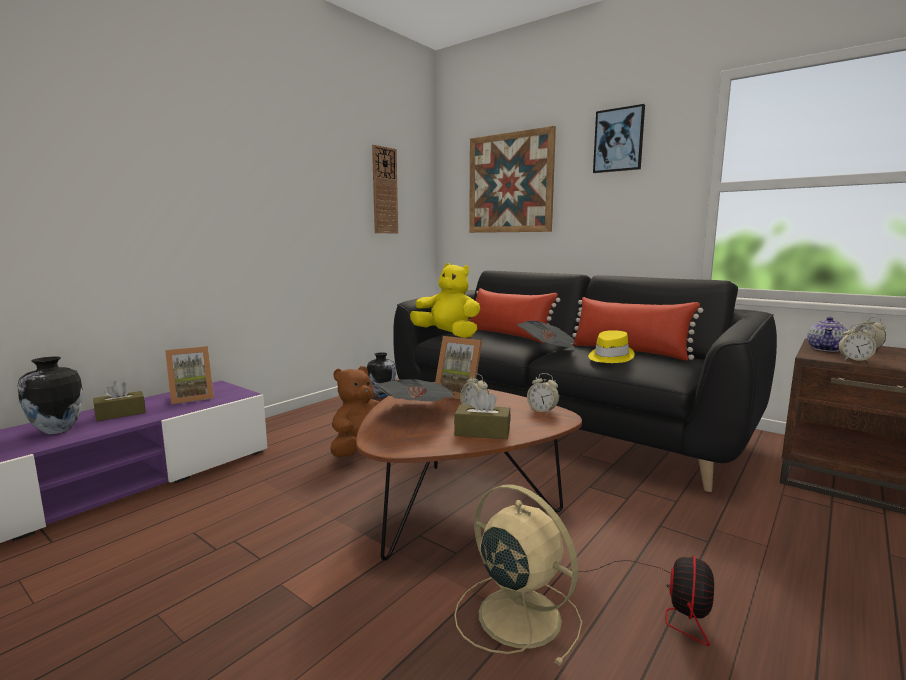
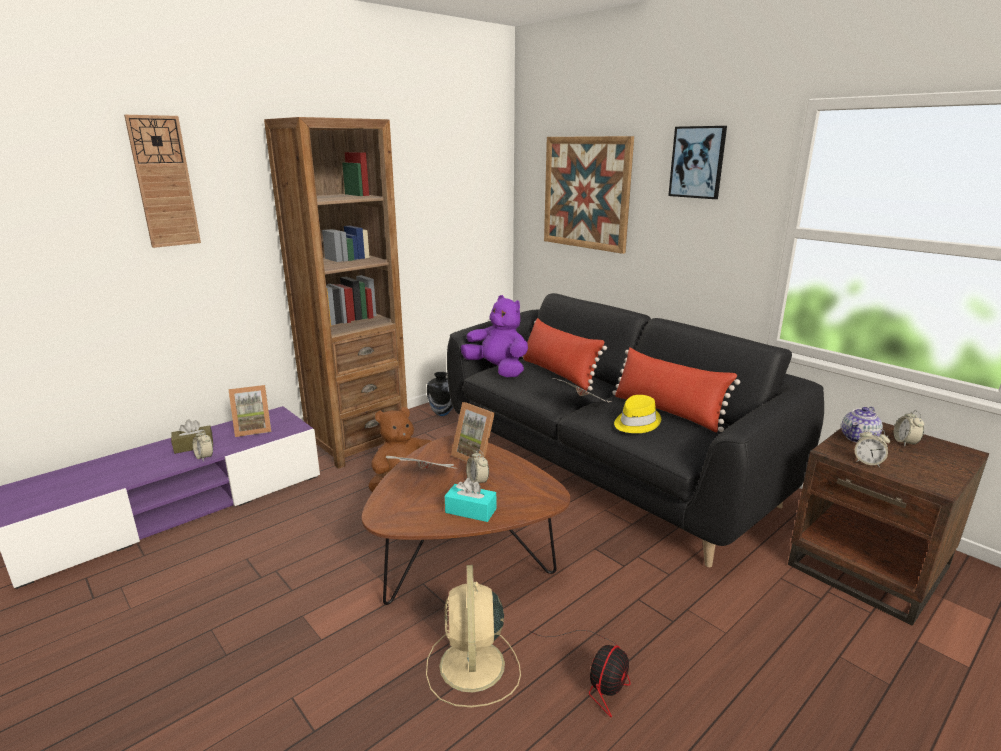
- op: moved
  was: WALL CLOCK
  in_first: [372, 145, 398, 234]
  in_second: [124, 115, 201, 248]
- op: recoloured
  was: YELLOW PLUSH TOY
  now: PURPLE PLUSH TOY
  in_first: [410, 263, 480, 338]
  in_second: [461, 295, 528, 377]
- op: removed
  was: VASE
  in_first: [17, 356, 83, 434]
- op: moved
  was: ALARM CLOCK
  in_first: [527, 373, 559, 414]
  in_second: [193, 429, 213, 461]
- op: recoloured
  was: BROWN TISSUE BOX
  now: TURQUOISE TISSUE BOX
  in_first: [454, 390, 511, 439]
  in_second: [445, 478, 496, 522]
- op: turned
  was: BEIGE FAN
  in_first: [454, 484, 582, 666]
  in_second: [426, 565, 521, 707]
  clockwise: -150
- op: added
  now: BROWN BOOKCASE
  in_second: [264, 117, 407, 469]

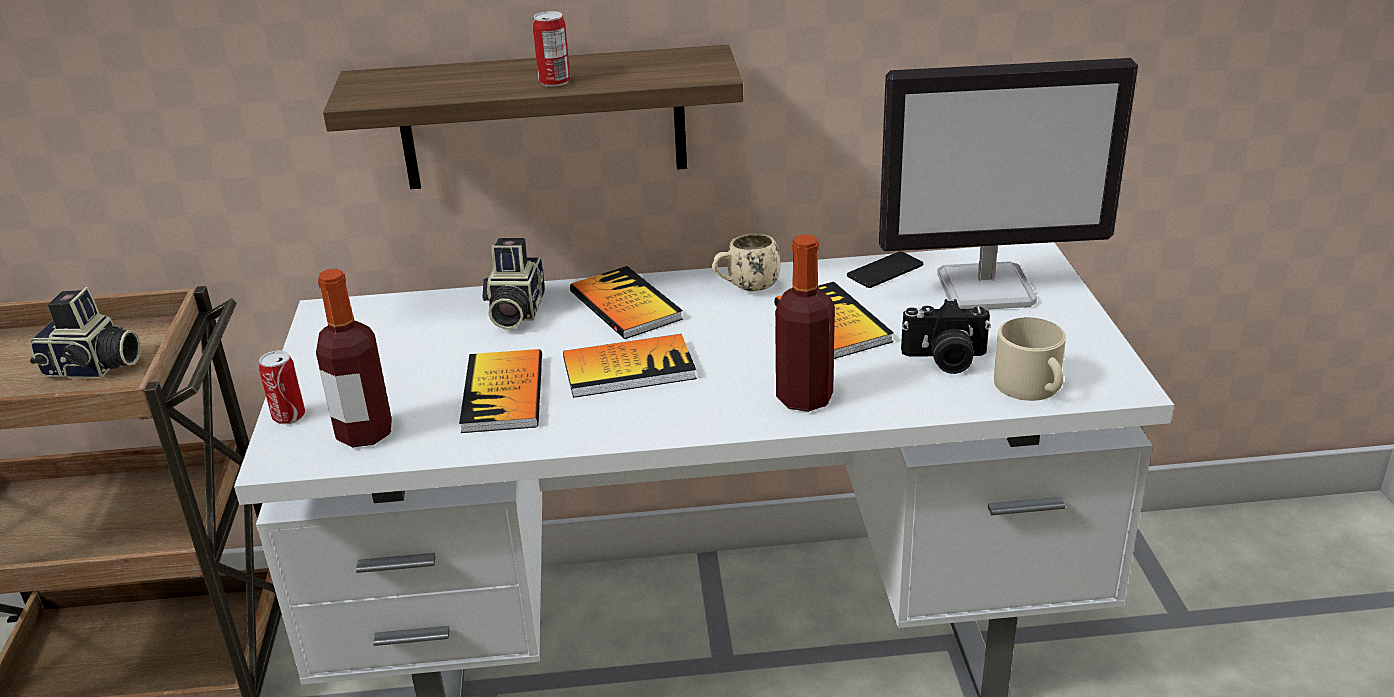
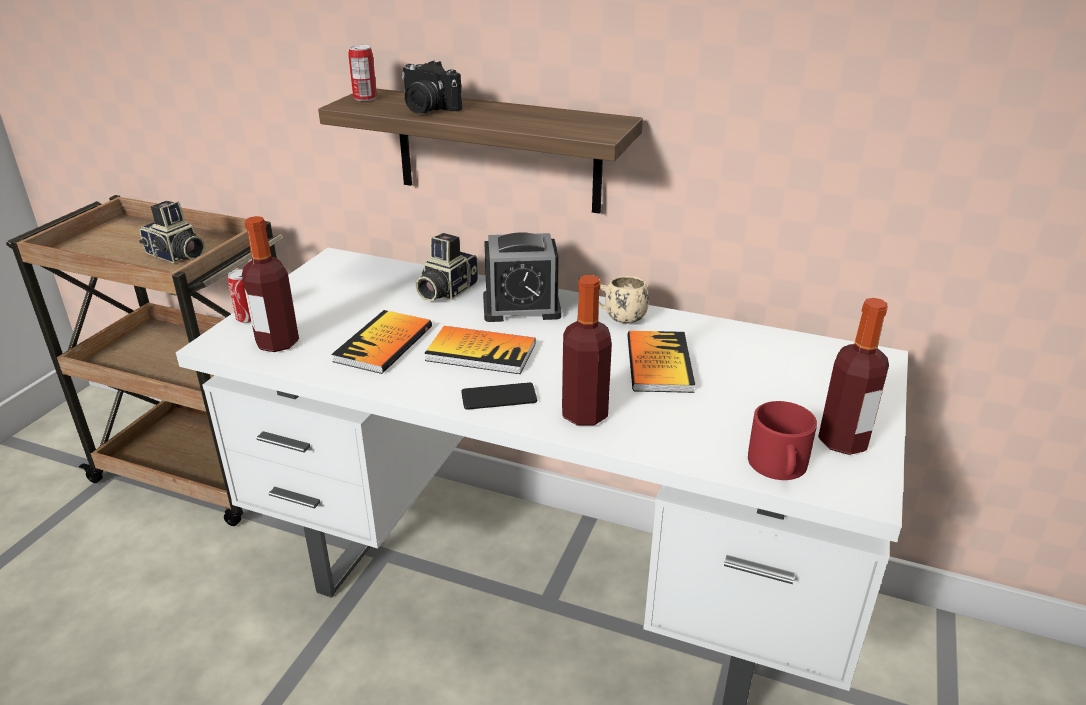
- op: moved
  was: CAN
  in_first: [533, 11, 570, 87]
  in_second: [348, 45, 377, 101]
- op: removed
  was: MONITOR
  in_first: [879, 58, 1138, 309]
- op: moved
  was: PHONE
  in_first: [847, 251, 923, 288]
  in_second: [461, 382, 537, 410]
- op: replaced
  was: BOOK
  now: ALARM CLOCK
  in_first: [570, 266, 683, 339]
  in_second: [483, 232, 562, 322]
- op: moved
  was: PHOTO CAMERA
  in_first: [901, 299, 991, 374]
  in_second: [402, 61, 462, 114]
- op: recoloured
  was: BEIGE MUG
  now: RED MUG
  in_first: [994, 317, 1066, 401]
  in_second: [748, 401, 817, 480]
- op: added
  now: BOTTLE
  in_second: [818, 298, 889, 455]

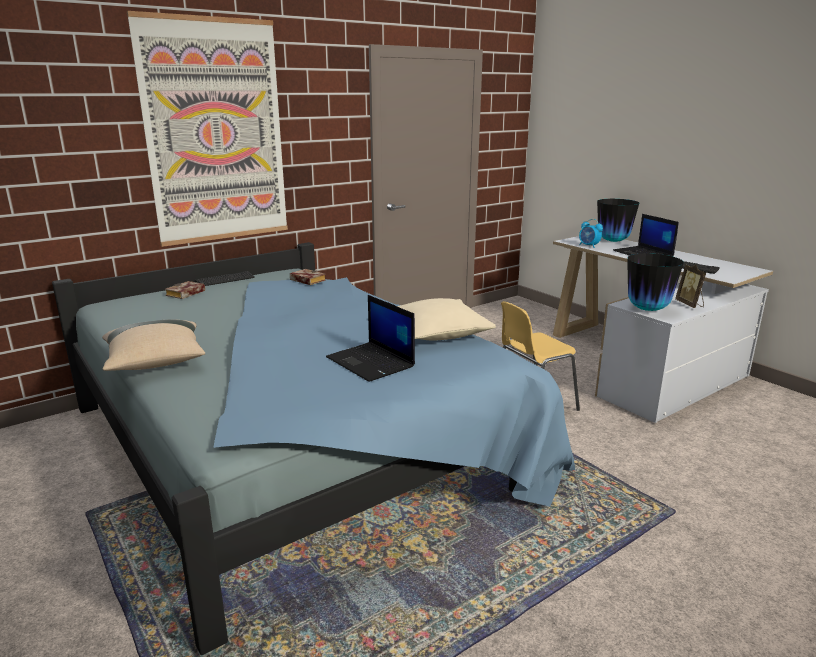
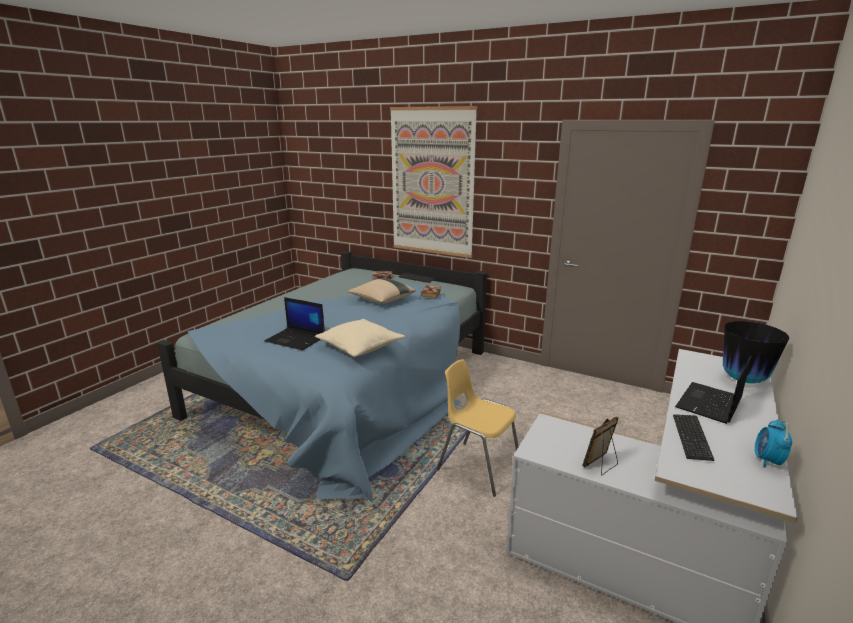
- op: moved
  was: ALARM CLOCK
  in_first: [579, 219, 603, 248]
  in_second: [755, 419, 792, 468]
- op: removed
  was: VASE
  in_first: [627, 253, 684, 311]
- op: turned
  was: LAPTOP
  in_first: [326, 295, 415, 382]
  in_second: [264, 297, 325, 350]
  clockwise: -90
- op: moved
  was: BEIGE PILLOW
  in_first: [102, 319, 205, 371]
  in_second: [348, 278, 416, 304]

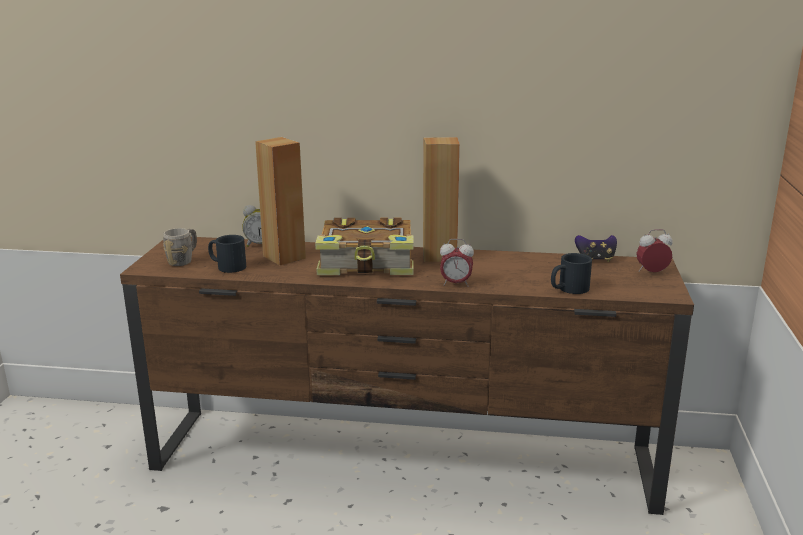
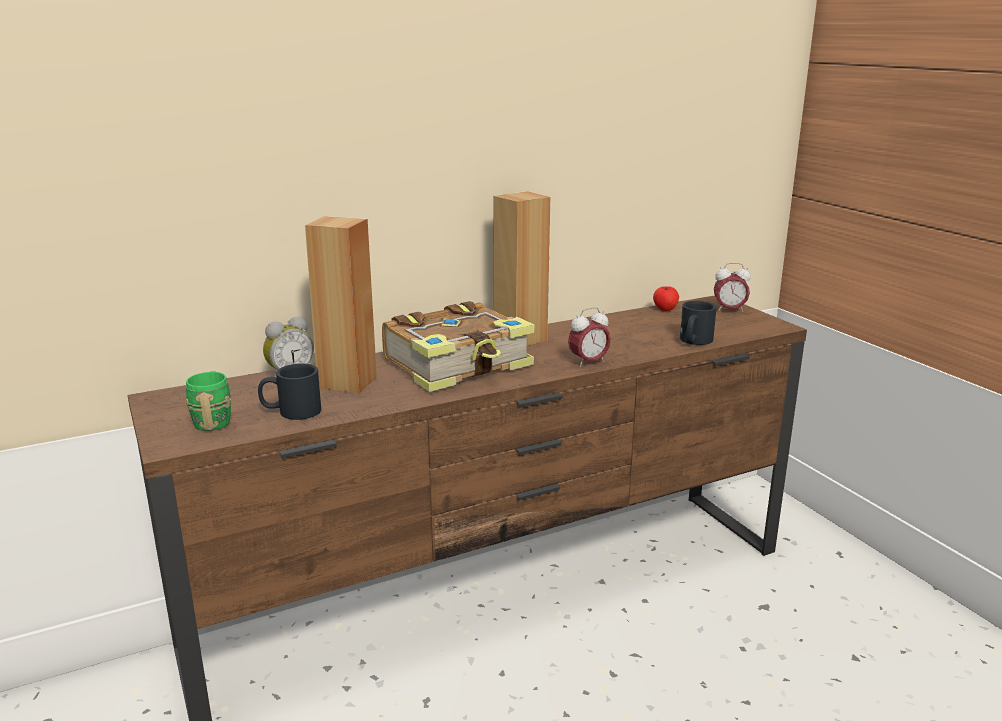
- op: recoloured
  was: GREY MUG
  now: GREEN MUG
  in_first: [163, 228, 197, 266]
  in_second: [185, 371, 231, 431]
- op: turned
  was: ALARM CLOCK
  in_first: [636, 229, 673, 272]
  in_second: [714, 263, 751, 312]
  clockwise: -135
- op: replaced
  was: GAME CONTROLLER
  now: APPLE
  in_first: [575, 235, 617, 262]
  in_second: [653, 286, 679, 311]

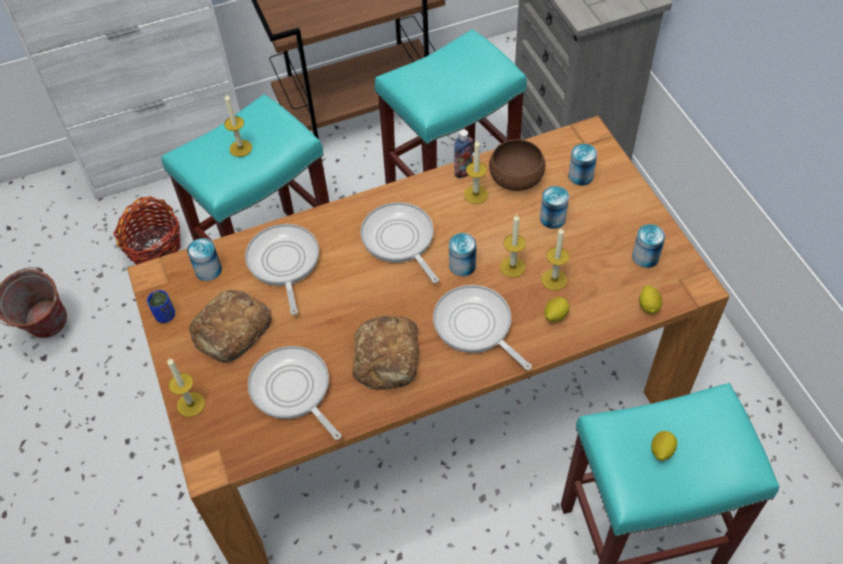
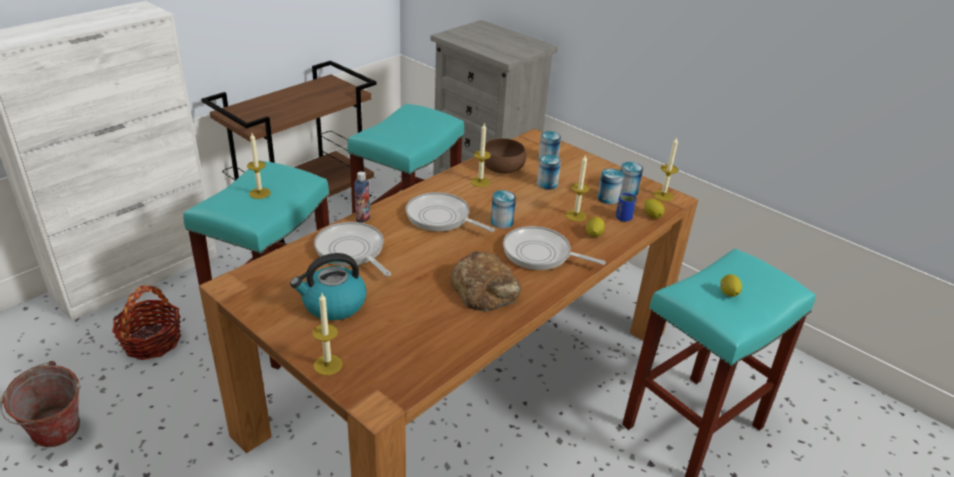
- op: moved
  was: BOTTLE
  in_first: [454, 130, 473, 178]
  in_second: [354, 171, 370, 223]
- op: moved
  was: CANDLE
  in_first: [500, 215, 526, 278]
  in_second: [653, 138, 678, 201]
- op: moved
  was: CAN
  in_first: [187, 238, 222, 281]
  in_second: [597, 168, 624, 204]
- op: moved
  was: BLUE CUP
  in_first: [147, 290, 175, 323]
  in_second: [616, 193, 636, 222]
- op: replaced
  was: BREAD
  now: KETTLE
  in_first: [189, 290, 272, 363]
  in_second: [290, 253, 367, 320]
- op: removed
  was: FRYING PAN
  in_first: [248, 346, 342, 440]

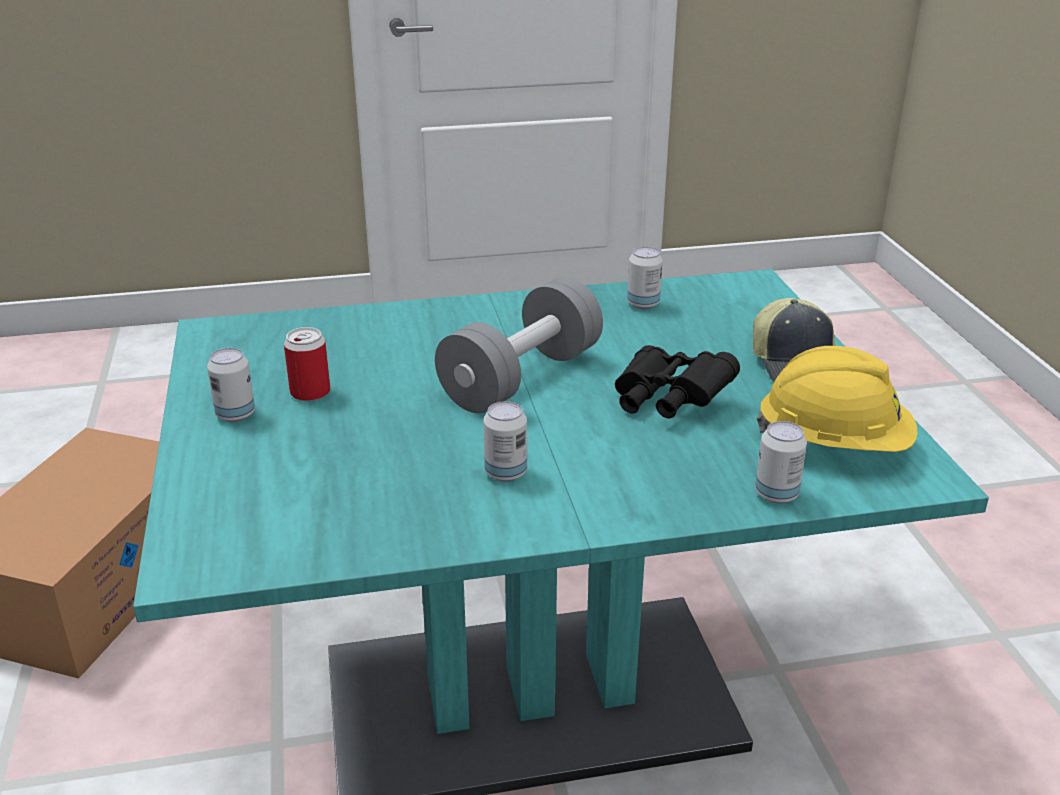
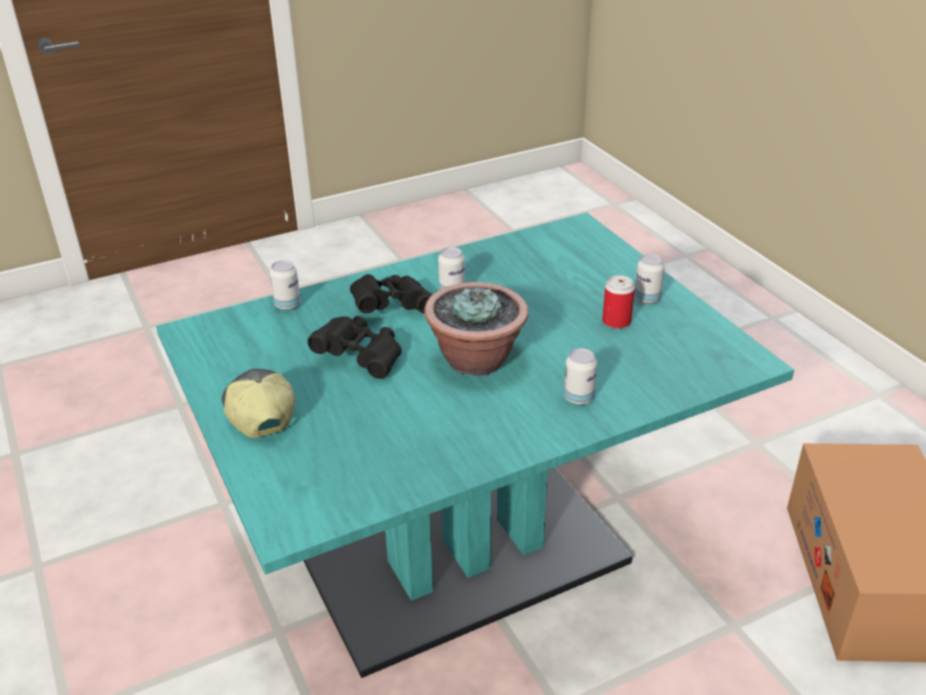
- op: moved
  was: CAN
  in_first: [627, 247, 663, 309]
  in_second: [564, 348, 597, 405]
- op: replaced
  was: GREY DUMBBELL
  now: POTTED PLANT
  in_first: [435, 277, 603, 413]
  in_second: [424, 282, 528, 376]
- op: removed
  was: YELLOW HARD HAT
  in_first: [756, 346, 918, 452]
- op: added
  now: BLACK BINOCULARS
  in_second: [350, 274, 432, 313]

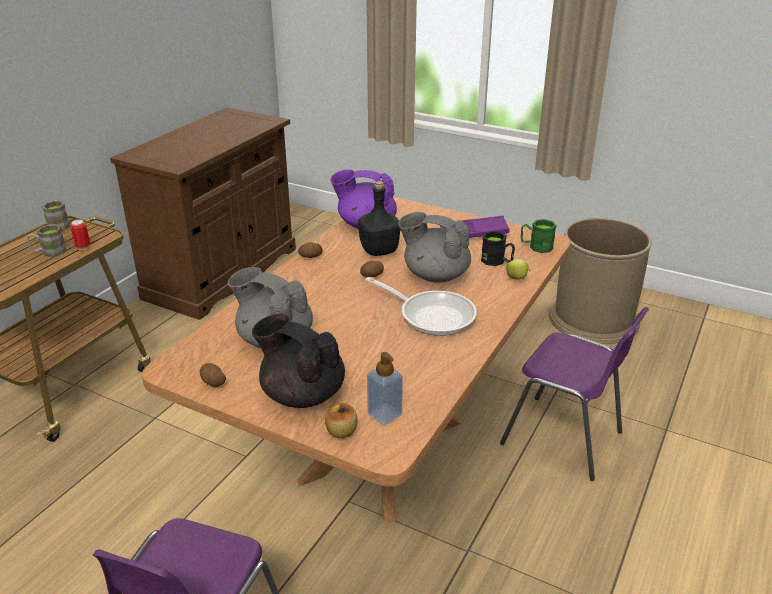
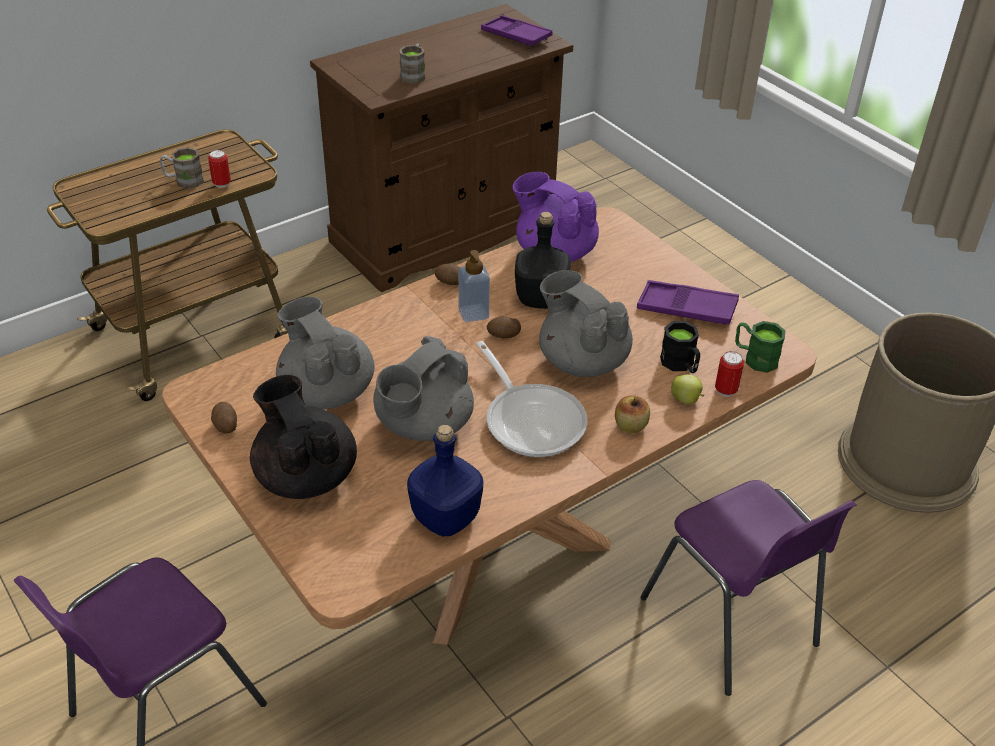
- op: moved
  was: BROWN MUG
  in_first: [42, 200, 70, 230]
  in_second: [399, 44, 425, 84]
- op: moved
  was: SOAP DISPENSER
  in_first: [367, 352, 403, 425]
  in_second: [458, 250, 490, 322]
- op: moved
  was: APPLE
  in_first: [325, 403, 358, 438]
  in_second: [615, 396, 650, 433]
- op: added
  now: PURPLE TRAY
  in_second: [481, 15, 552, 47]
- op: added
  now: GREY TEAPOT
  in_second: [373, 336, 474, 441]
- op: added
  now: CAN
  in_second: [715, 351, 744, 397]
- op: added
  now: BLUE BOTTLE
  in_second: [407, 425, 483, 536]

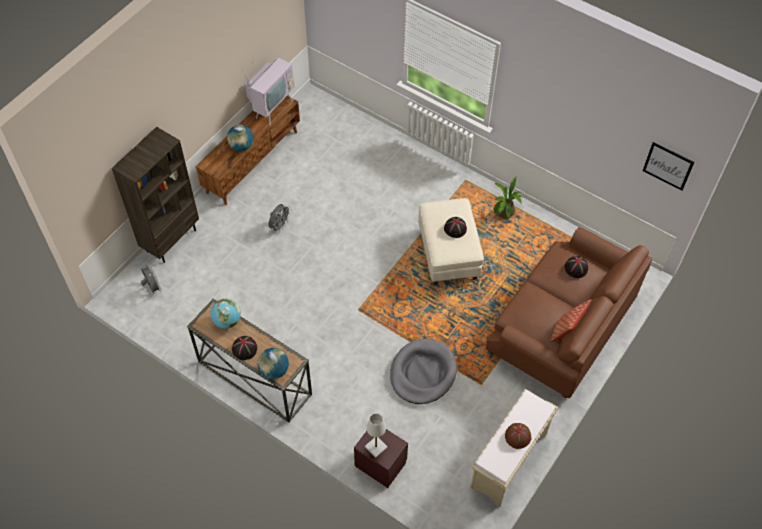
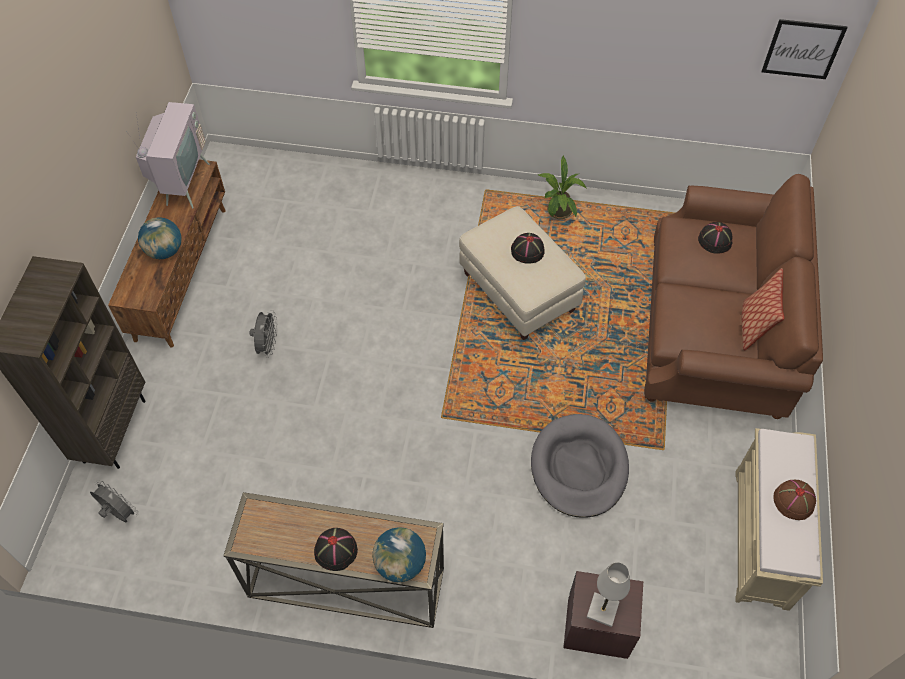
- op: removed
  was: GLOBE
  in_first: [210, 298, 241, 329]

